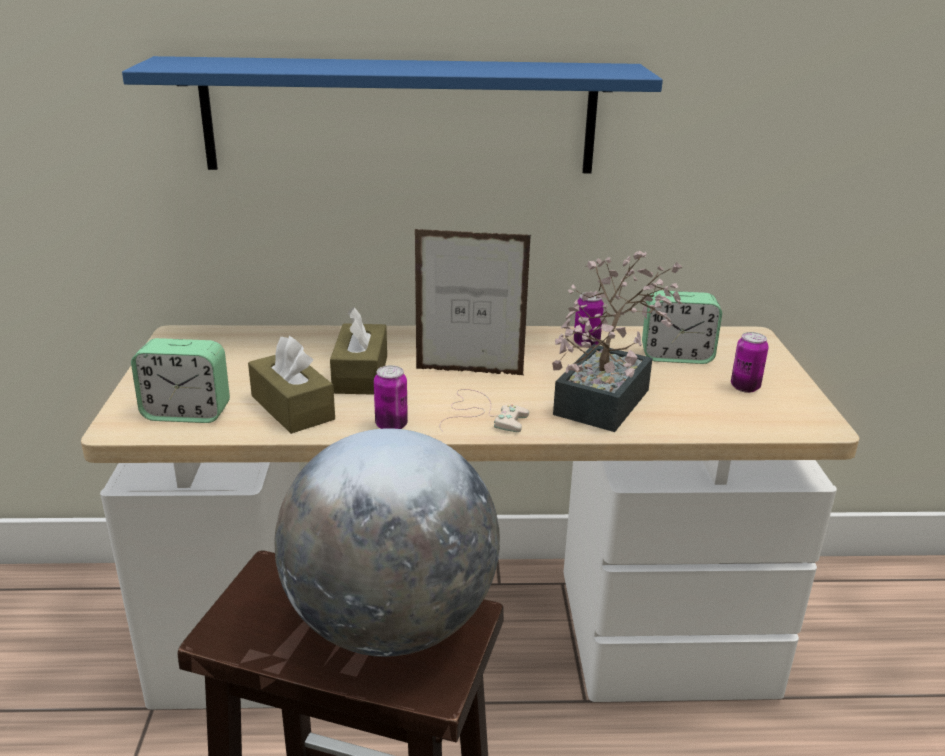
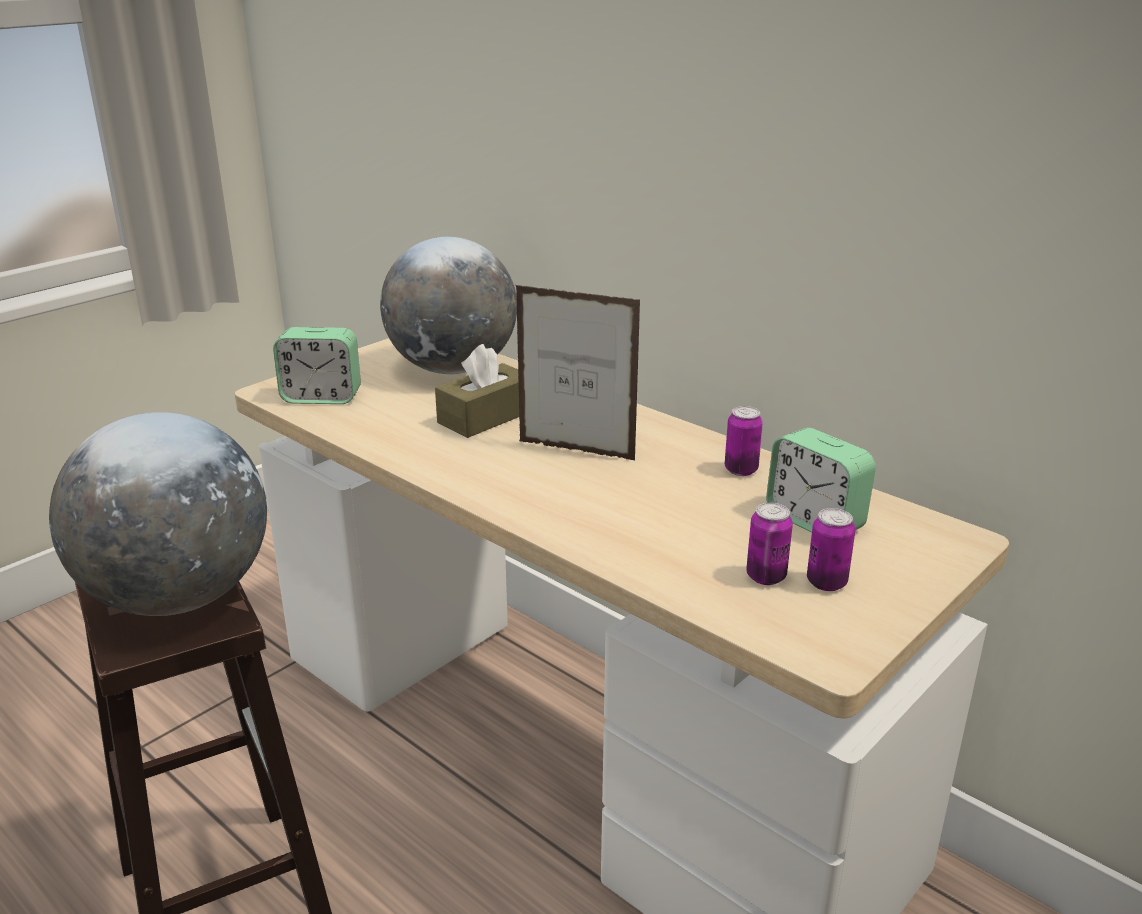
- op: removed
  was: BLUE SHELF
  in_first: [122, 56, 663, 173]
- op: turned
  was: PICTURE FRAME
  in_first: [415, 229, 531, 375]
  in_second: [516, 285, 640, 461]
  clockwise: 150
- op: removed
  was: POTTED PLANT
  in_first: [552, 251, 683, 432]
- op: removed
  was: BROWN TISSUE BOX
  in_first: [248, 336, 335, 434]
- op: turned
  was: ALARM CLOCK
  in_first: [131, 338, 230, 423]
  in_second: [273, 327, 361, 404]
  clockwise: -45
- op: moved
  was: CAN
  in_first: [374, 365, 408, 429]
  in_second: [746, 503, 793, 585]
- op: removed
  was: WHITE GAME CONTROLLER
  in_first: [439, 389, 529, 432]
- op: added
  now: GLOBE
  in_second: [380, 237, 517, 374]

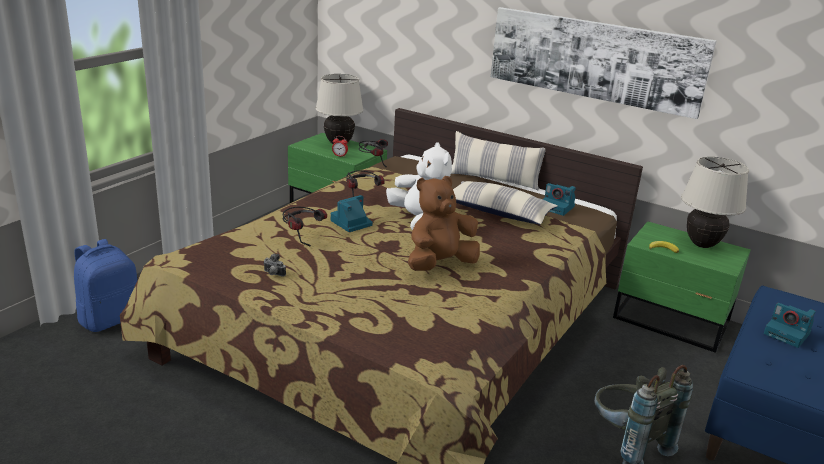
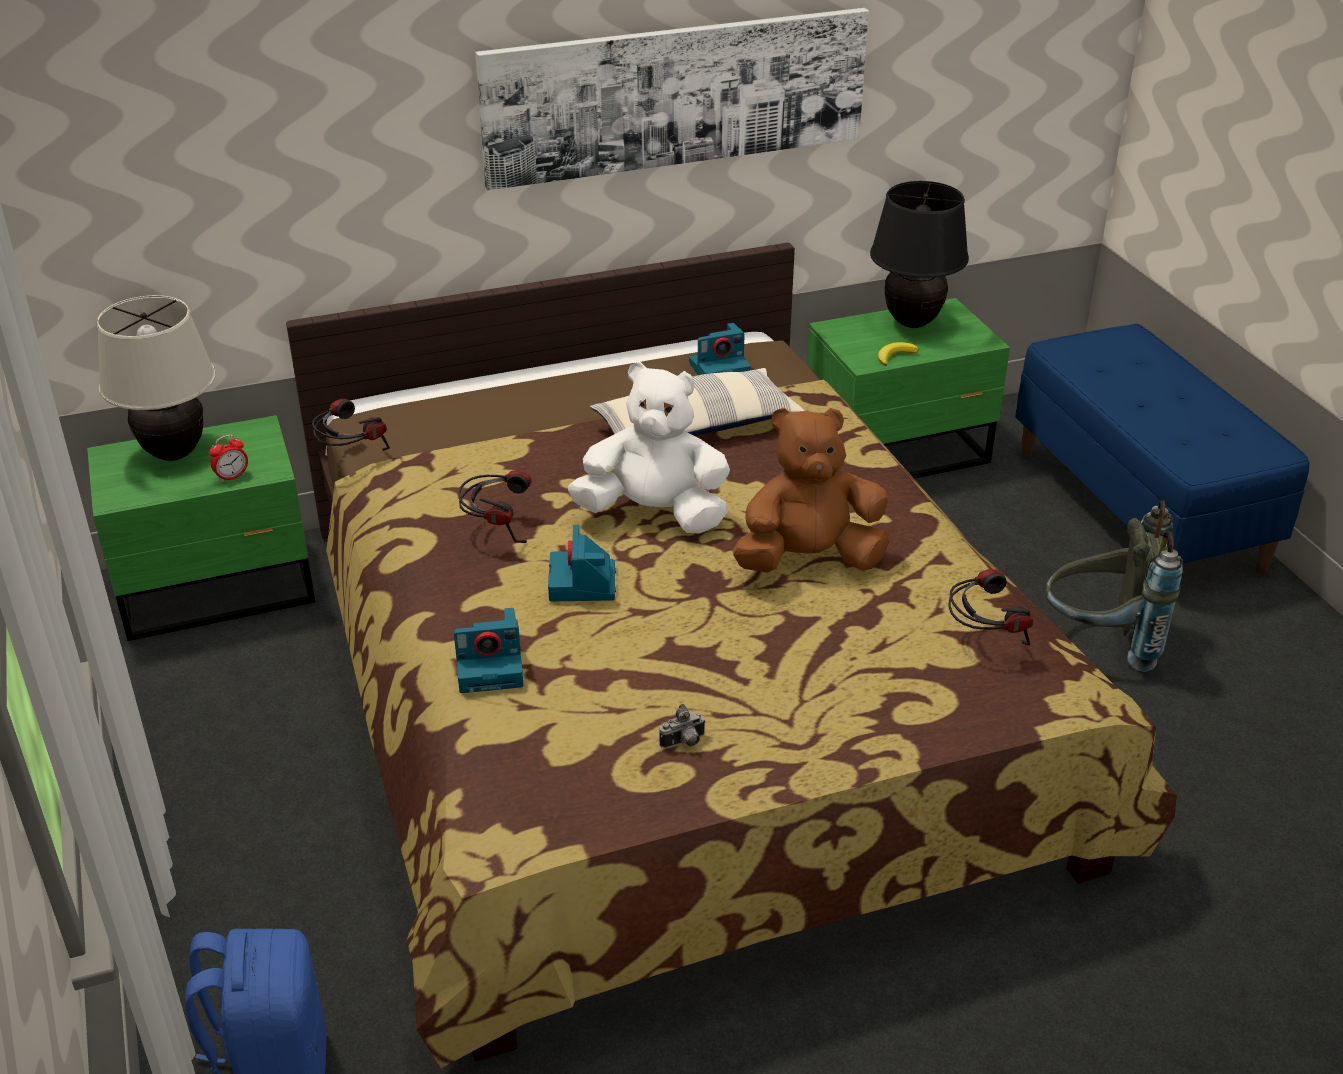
- op: removed
  was: PILLOW
  in_first: [451, 131, 546, 191]
- op: recoloured
  was: BEIGE TABLE LAMP
  now: BLACK TABLE LAMP
  in_first: [681, 157, 749, 248]
  in_second: [870, 181, 969, 328]
- op: turned
  was: BROWN PLUSH TOY
  in_first: [408, 176, 480, 271]
  in_second: [732, 407, 889, 573]
  clockwise: 75
- op: moved
  was: HEADPHONES
  in_first: [283, 207, 327, 246]
  in_second: [948, 569, 1033, 646]
- op: moved
  was: PHOTO CAMERA
  in_first: [764, 303, 816, 348]
  in_second: [454, 608, 523, 693]

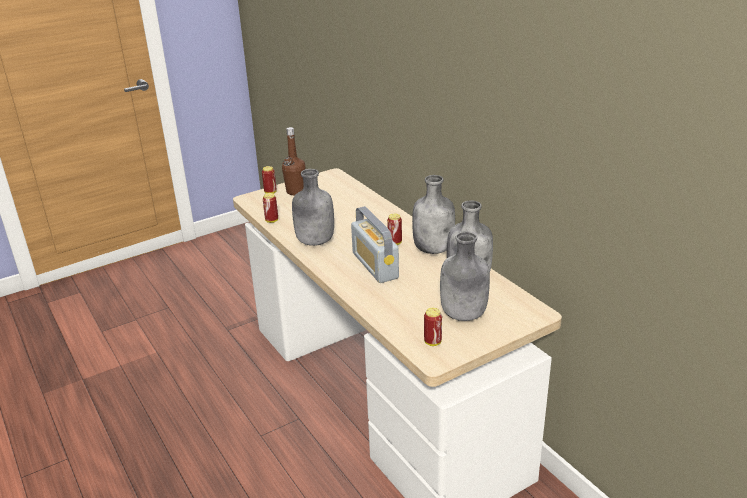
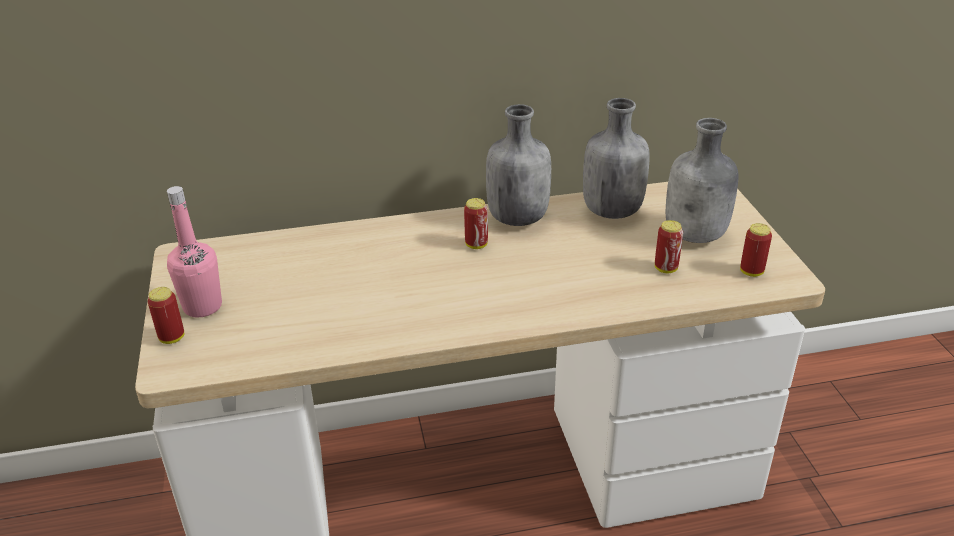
- op: recoloured
  was: BROWN BOTTLE
  now: PINK BOTTLE
  in_first: [282, 127, 306, 195]
  in_second: [167, 186, 222, 318]
- op: removed
  was: GREY BOTTLE
  in_first: [292, 169, 334, 246]
- op: moved
  was: CAN
  in_first: [263, 193, 278, 223]
  in_second: [655, 220, 683, 273]
- op: removed
  was: RADIO
  in_first: [351, 206, 399, 283]

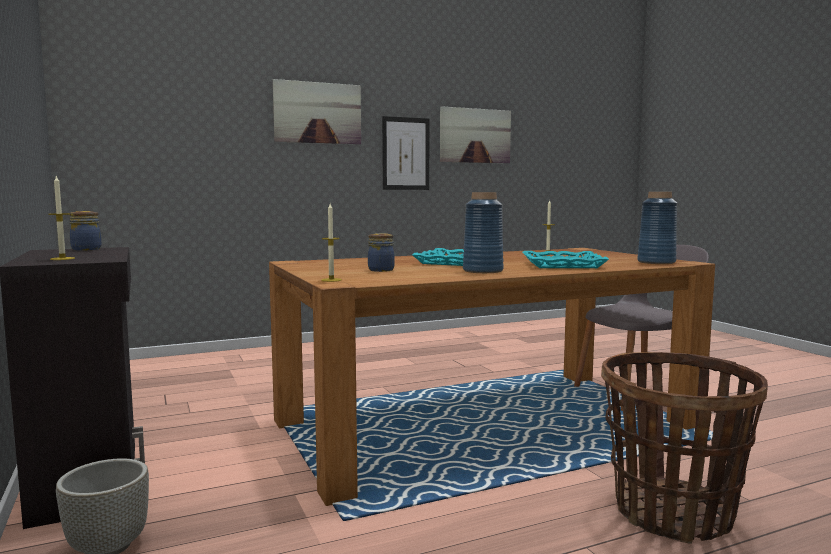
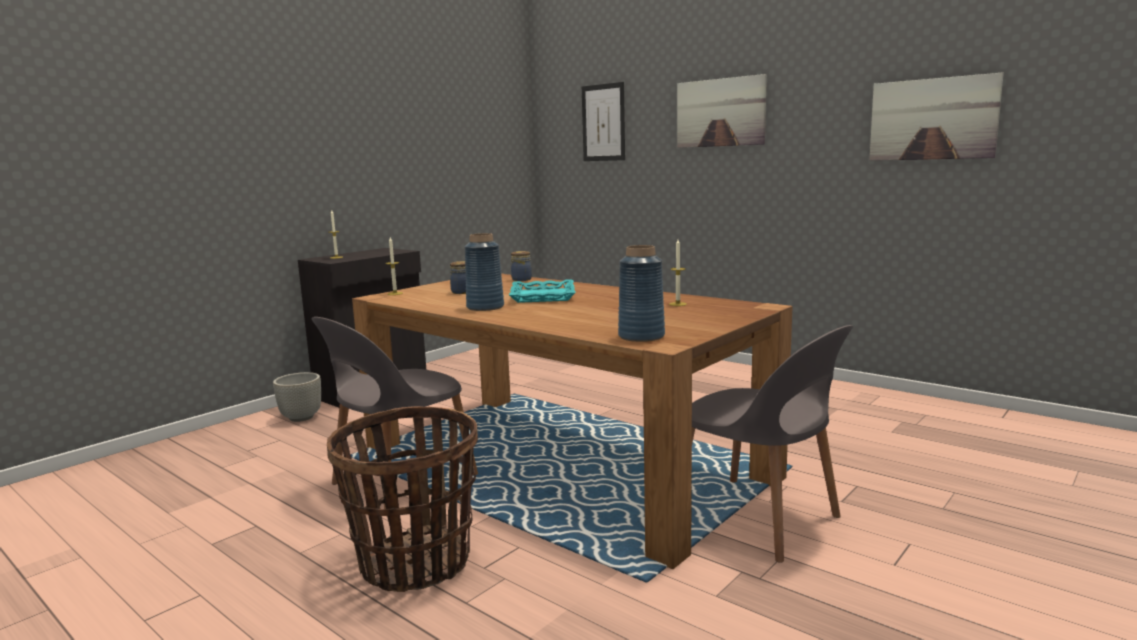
- op: moved
  was: PICTURE
  in_first: [382, 116, 429, 190]
  in_second: [582, 82, 625, 161]
- op: moved
  was: JAR
  in_first: [69, 211, 101, 251]
  in_second: [511, 251, 532, 281]
- op: removed
  was: TURQUOISE TRAY
  in_first: [522, 251, 609, 268]
- op: added
  now: GREY CHAIR
  in_second: [312, 317, 478, 509]

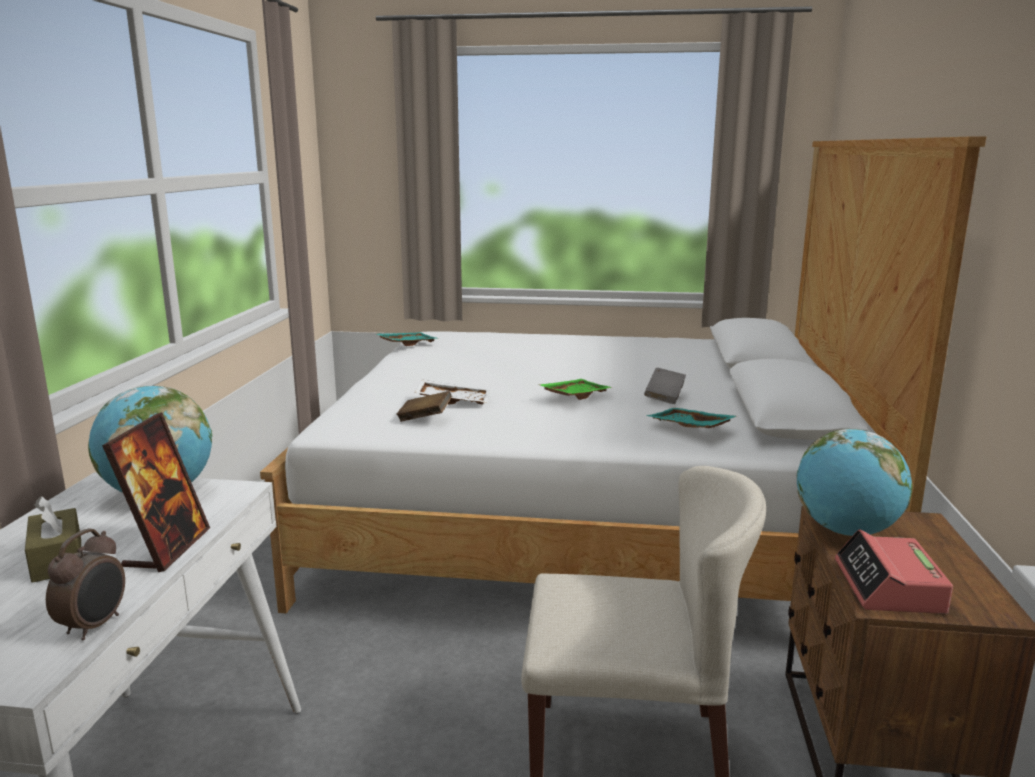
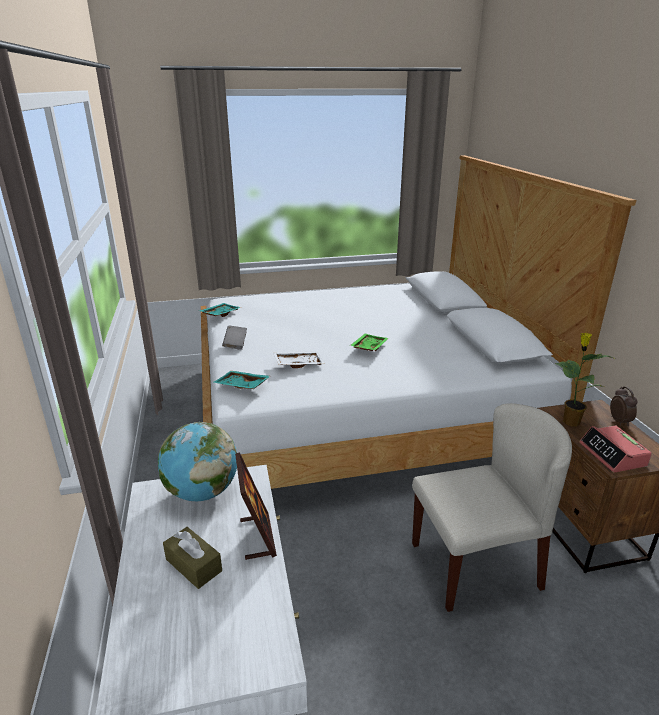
- op: moved
  was: GREY BOOK
  in_first: [644, 368, 686, 404]
  in_second: [222, 325, 247, 350]
- op: removed
  was: BROWN BOOK
  in_first: [396, 391, 452, 422]
- op: moved
  was: TURQUOISE TRAY
  in_first: [646, 408, 737, 428]
  in_second: [214, 371, 270, 389]
- op: replaced
  was: GLOBE
  now: POTTED PLANT
  in_first: [797, 429, 913, 536]
  in_second: [555, 333, 616, 427]
- op: moved
  was: ALARM CLOCK
  in_first: [46, 528, 125, 640]
  in_second: [610, 386, 638, 426]

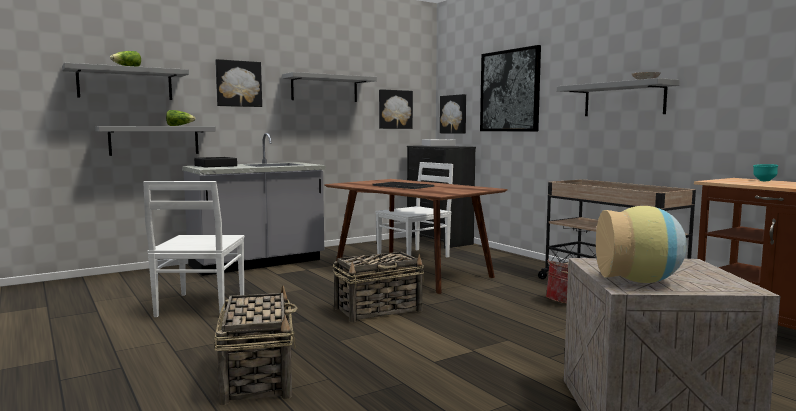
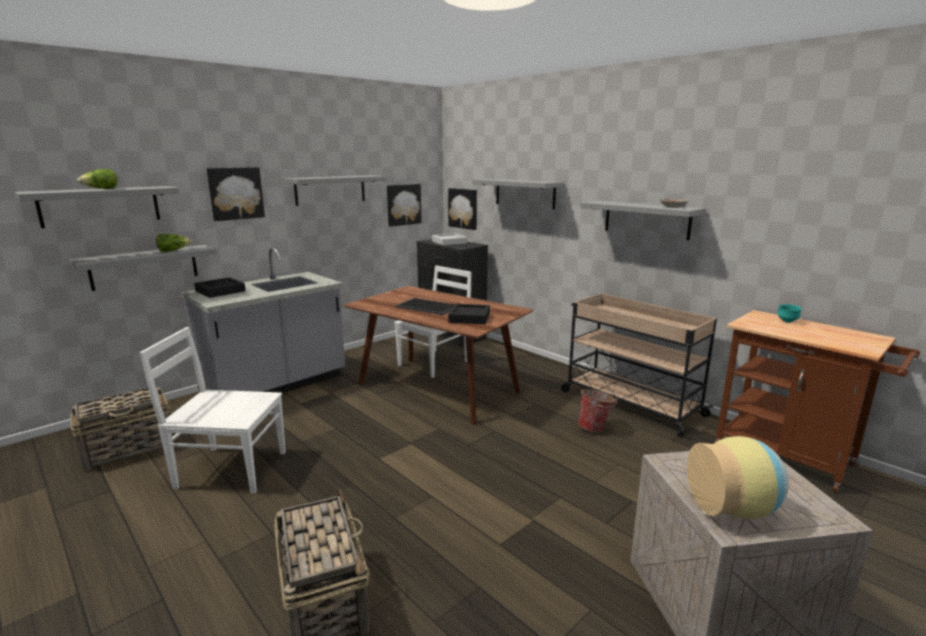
- op: replaced
  was: PICTURE
  now: GREY SHELF
  in_first: [480, 45, 541, 131]
  in_second: [472, 179, 564, 209]
- op: turned
  was: WHITE CHAIR
  in_first: [143, 181, 245, 317]
  in_second: [140, 327, 286, 493]
  clockwise: 105
- op: moved
  was: BASKET
  in_first: [333, 252, 424, 322]
  in_second: [71, 386, 174, 471]
- op: added
  now: BLACK TRAY
  in_second: [448, 304, 490, 324]

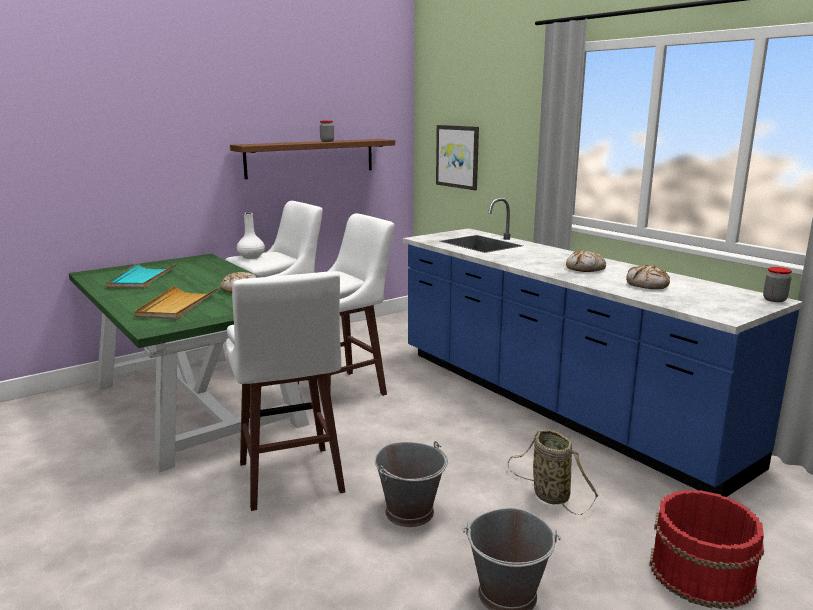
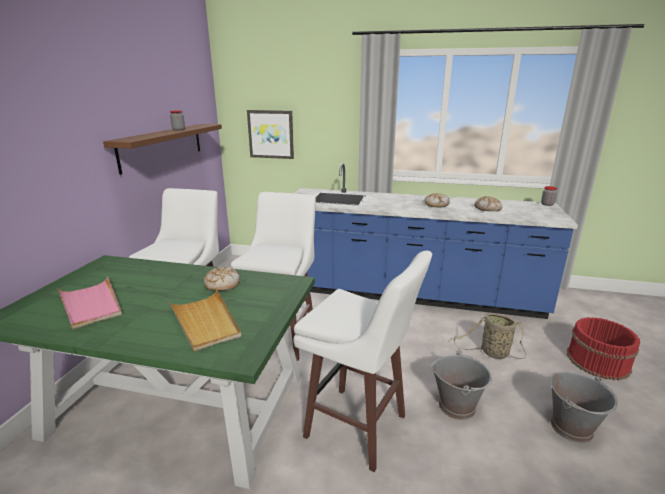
- op: removed
  was: WHITE VASE
  in_first: [237, 213, 265, 259]
- op: recoloured
  was: TURQUOISE TRAY
  now: PINK TRAY
  in_first: [106, 263, 177, 289]
  in_second: [57, 276, 122, 330]

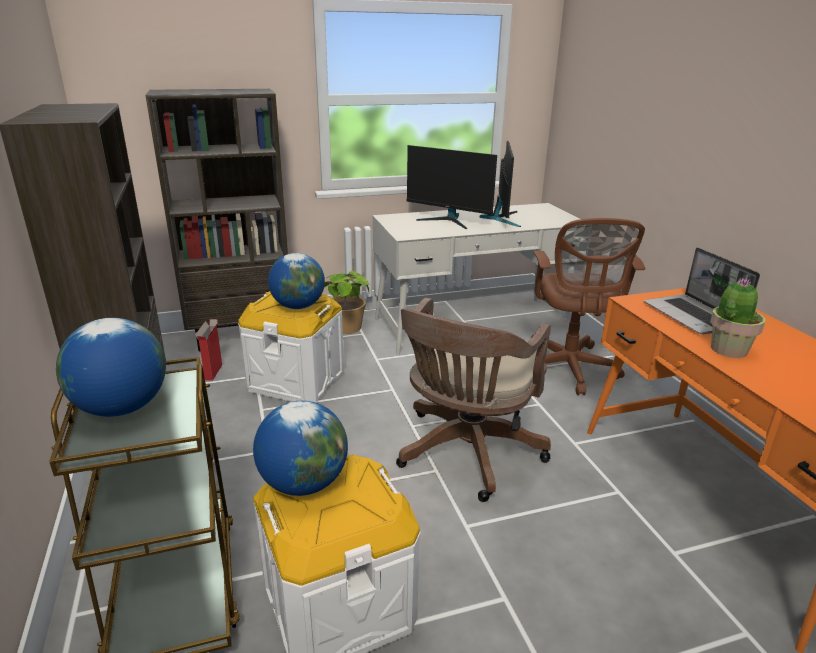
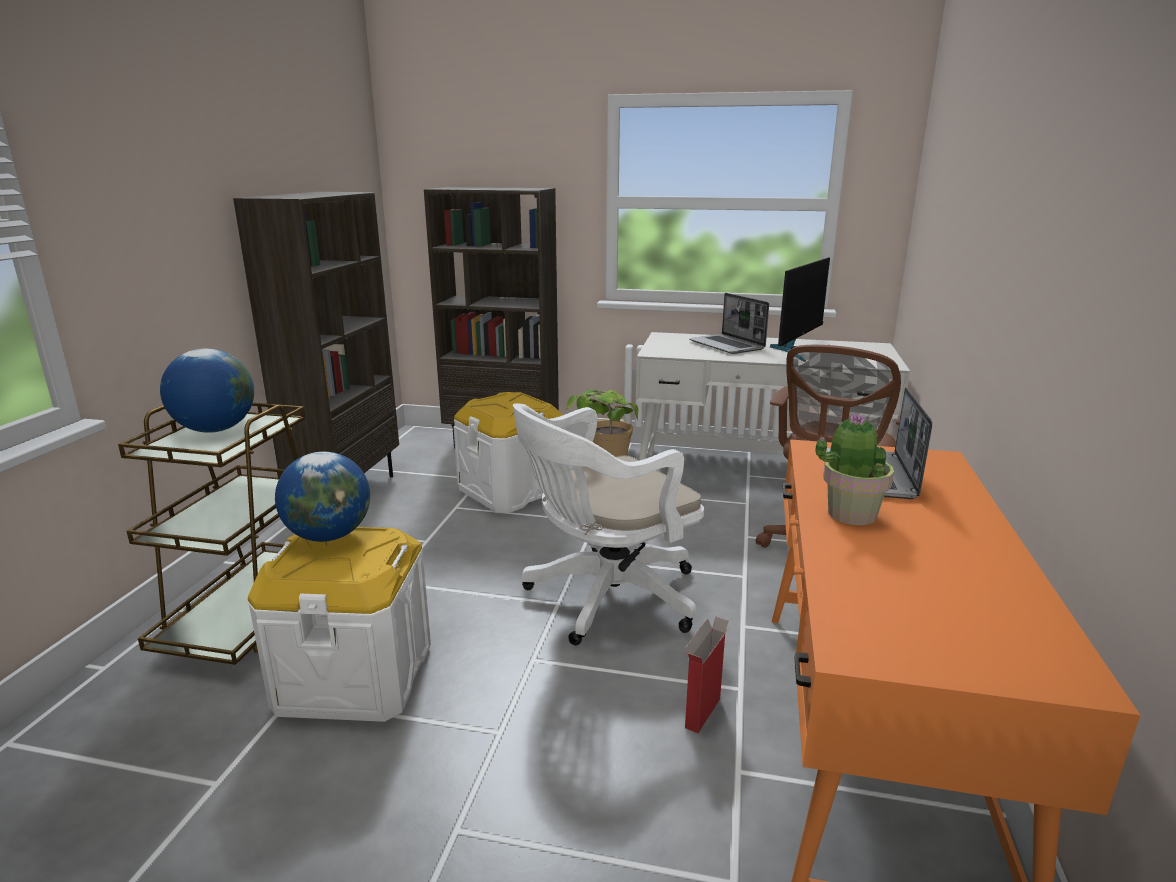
- op: replaced
  was: MONITOR
  now: LAPTOP
  in_first: [407, 145, 497, 229]
  in_second: [689, 293, 769, 354]
- op: removed
  was: GLOBE
  in_first: [268, 253, 325, 309]
- op: recoloured
  was: BROWN OFFICE CHAIR
  now: WHITE OFFICE CHAIR
  in_first: [396, 298, 551, 502]
  in_second: [513, 403, 704, 645]
- op: moved
  was: CARDBOARD BOX
  in_first: [195, 319, 222, 381]
  in_second: [684, 617, 730, 733]

